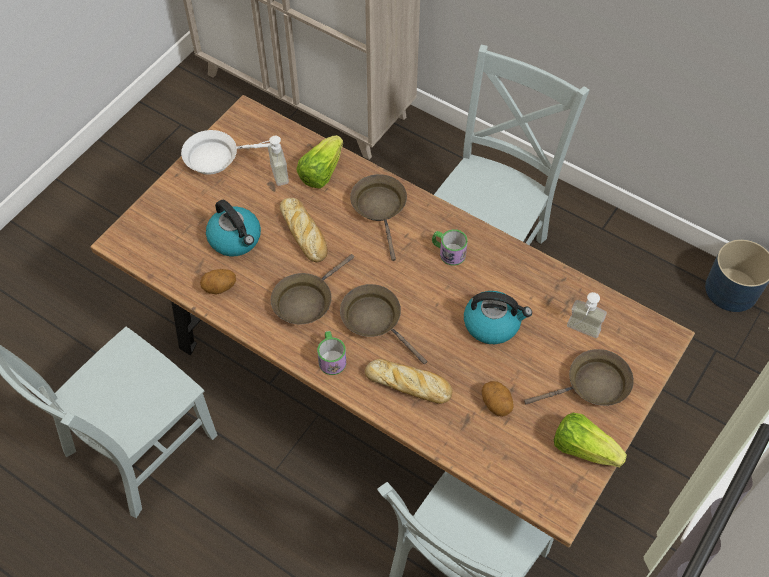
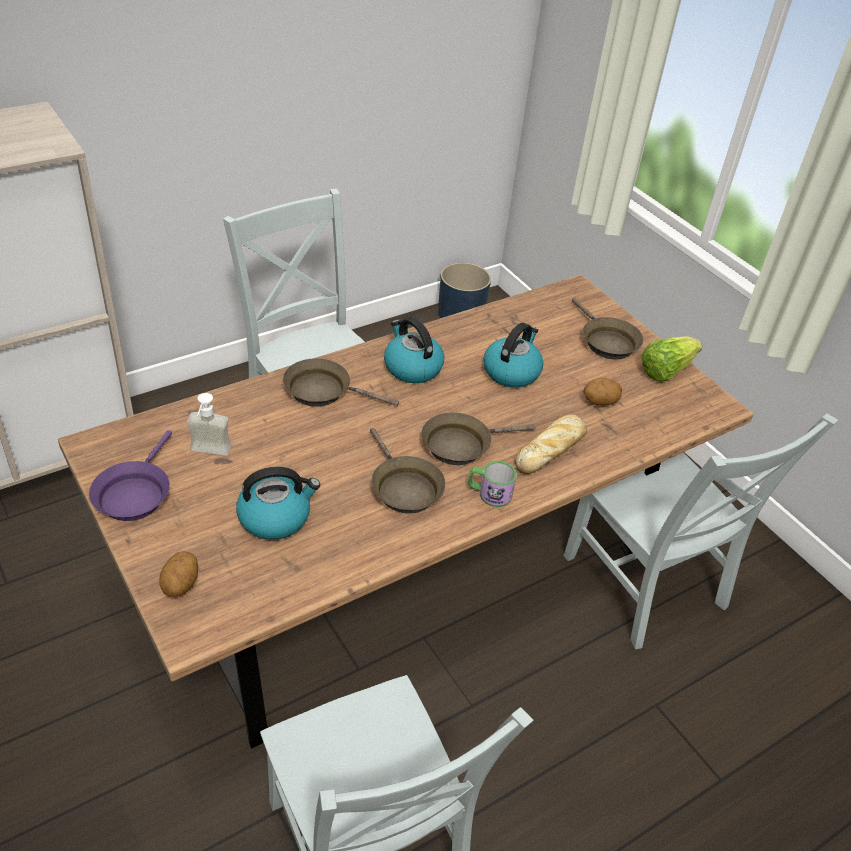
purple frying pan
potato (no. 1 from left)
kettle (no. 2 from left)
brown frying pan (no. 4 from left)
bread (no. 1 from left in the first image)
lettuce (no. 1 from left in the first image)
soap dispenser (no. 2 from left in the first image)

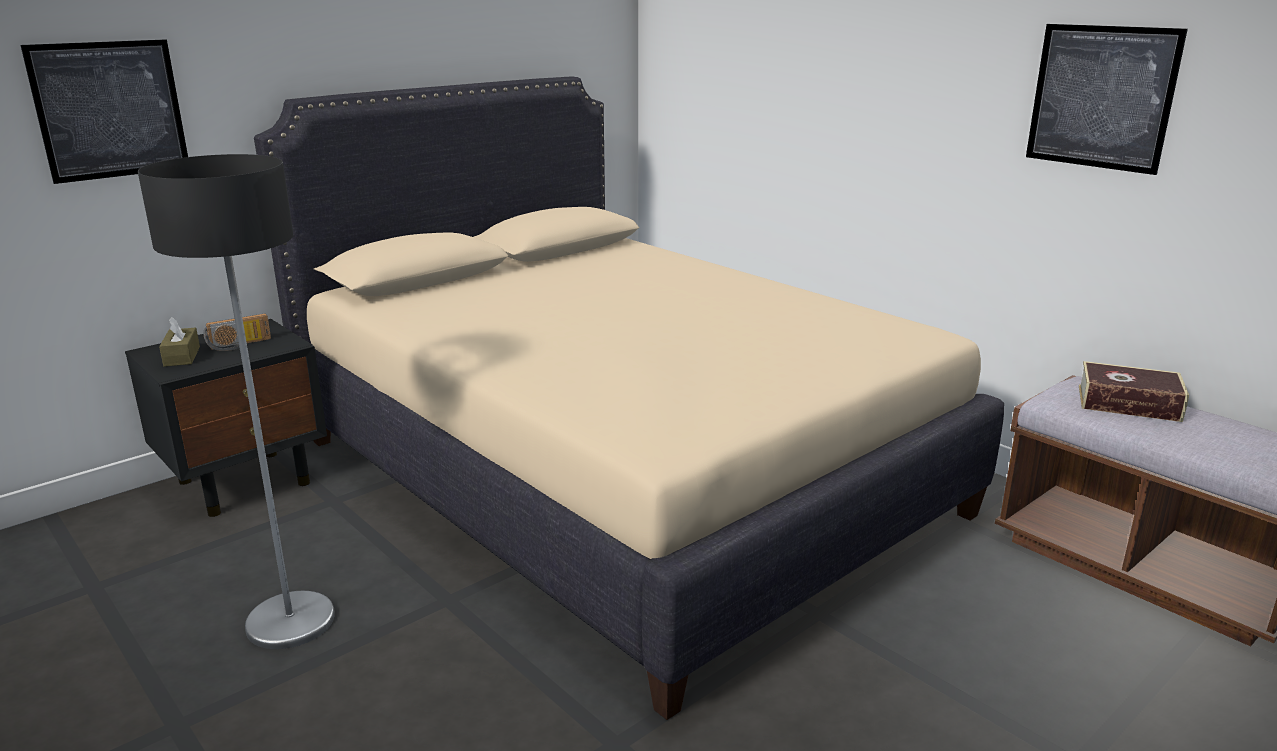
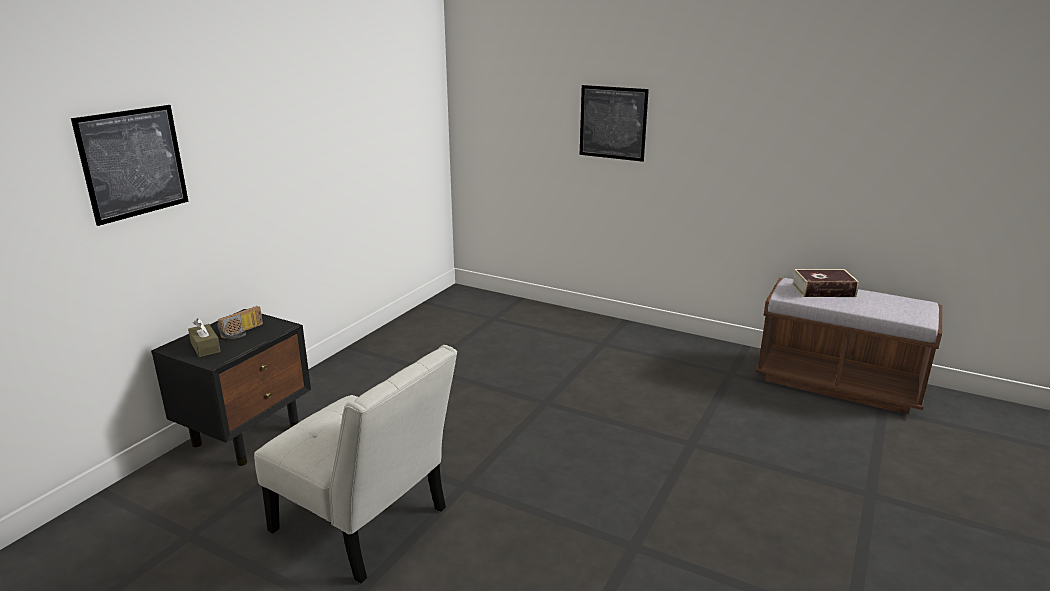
white chair
picture (no. 2 from left)
beige bed

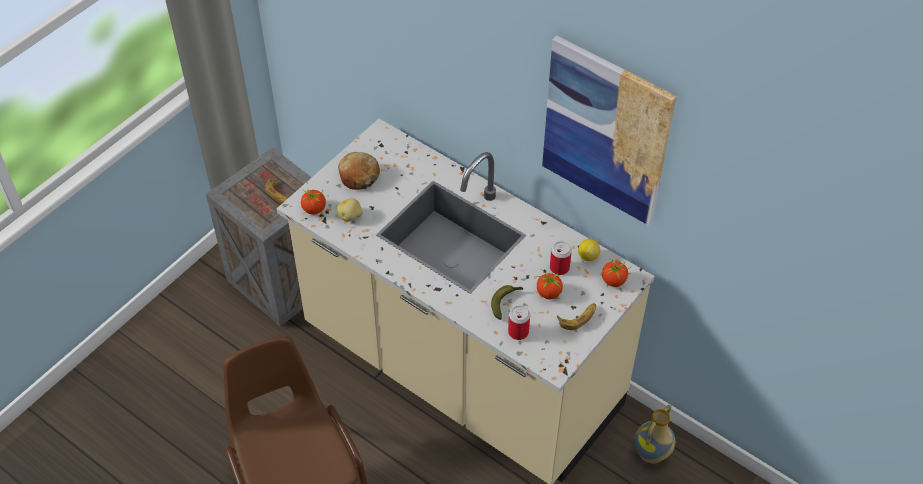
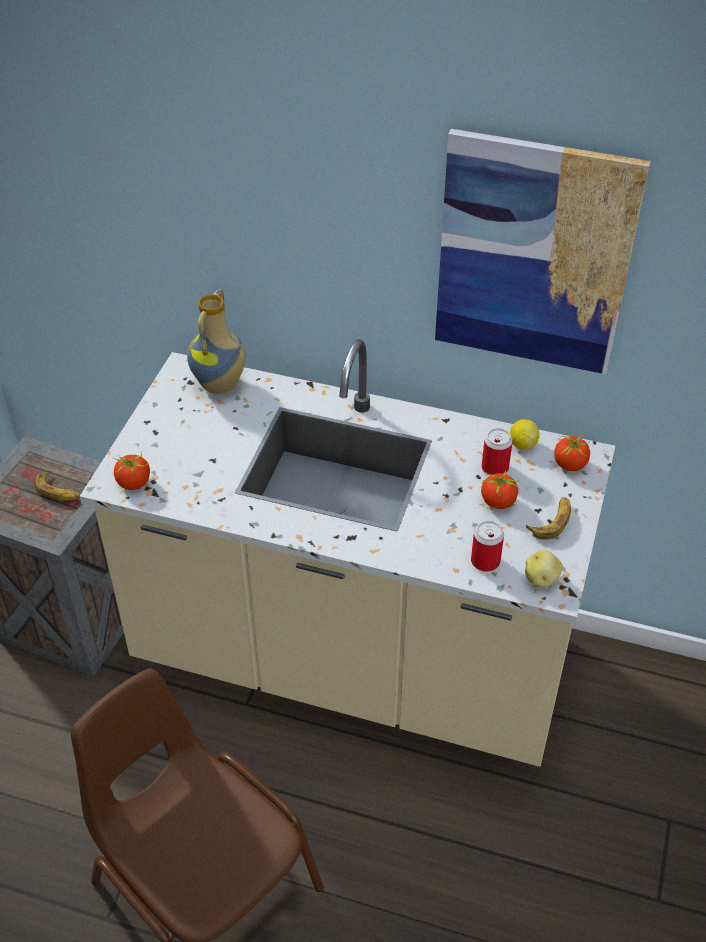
vase
potato
bread
banana (no. 2 from left in the first image)

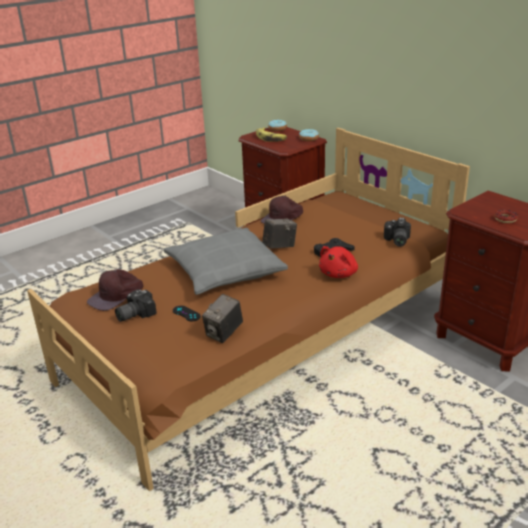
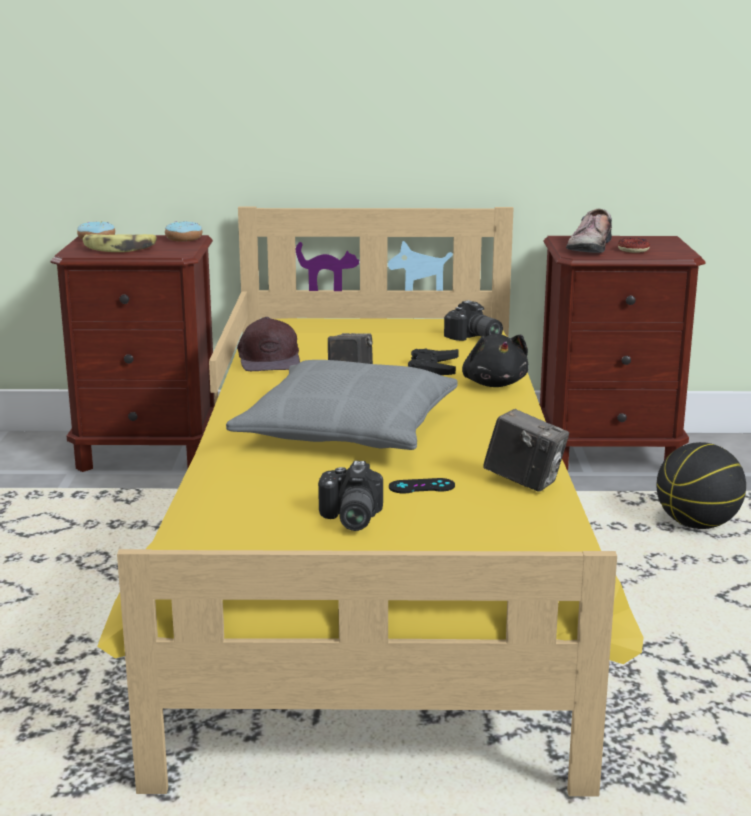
yellow bed
black plush toy
photo camera (no. 4 from left)
shoe
basketball
brown cap (no. 1 from left in the first image)

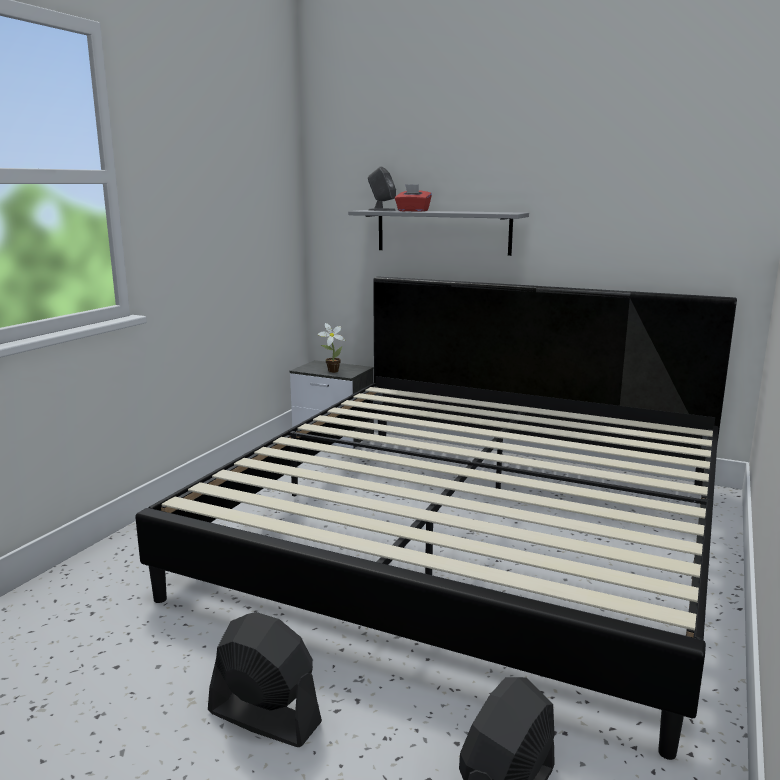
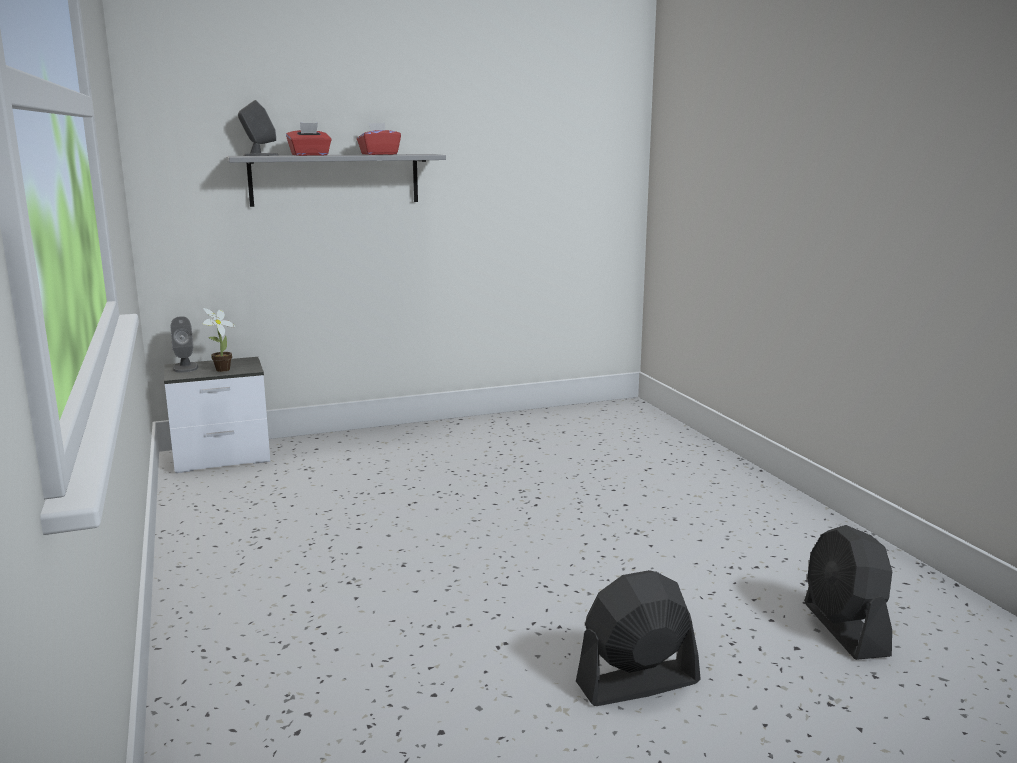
grey speaker (no. 1 from left)
red tissue box (no. 2 from left)
bed

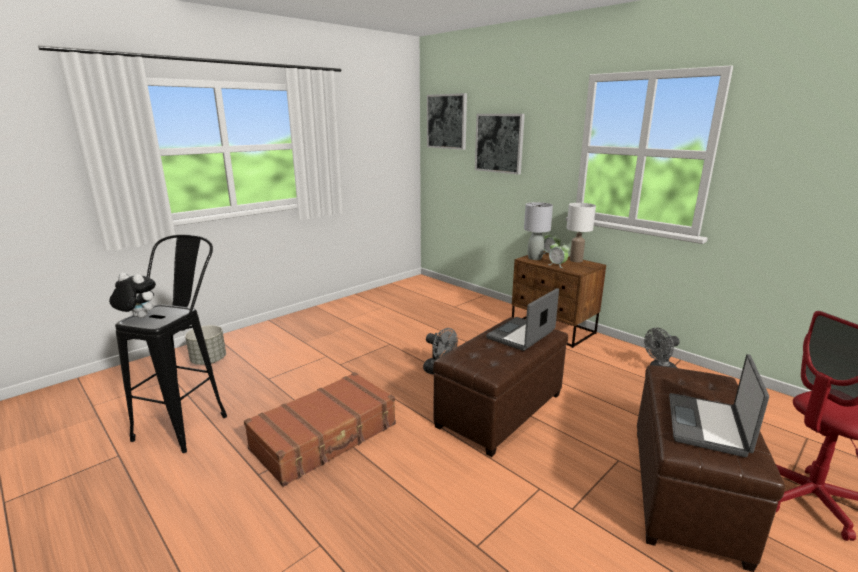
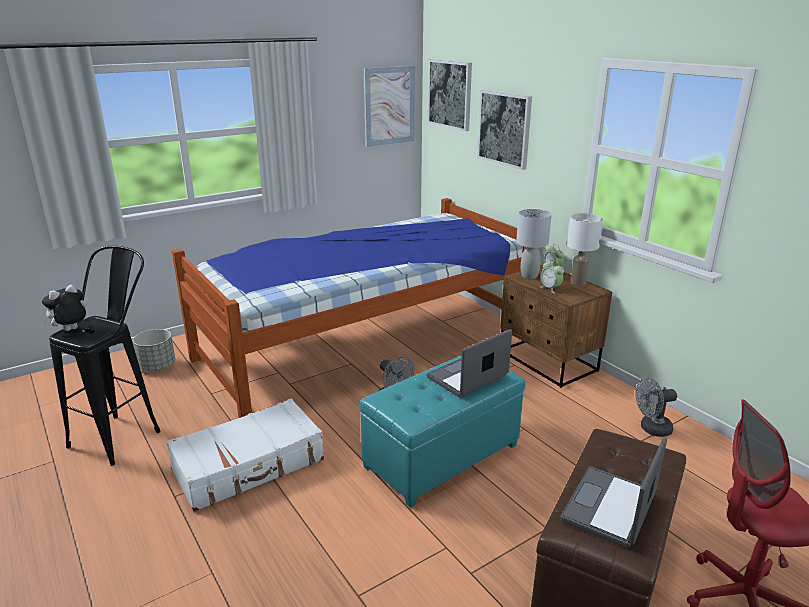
plush toy
white suitcase
bed
turquoise ottoman
picture (no. 1 from left)

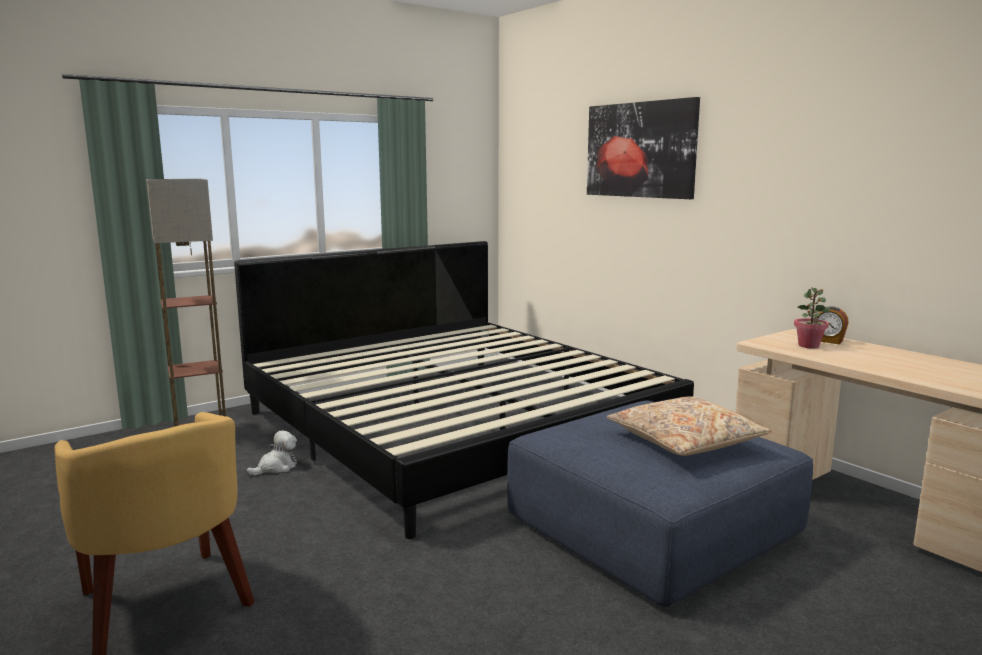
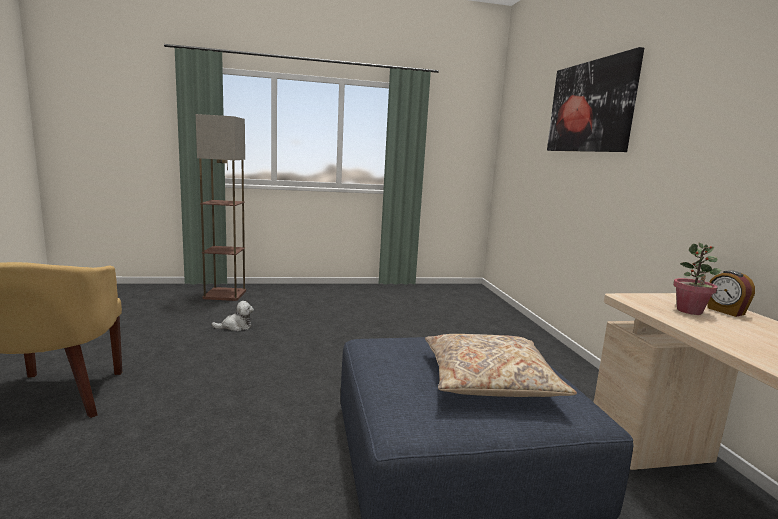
bed

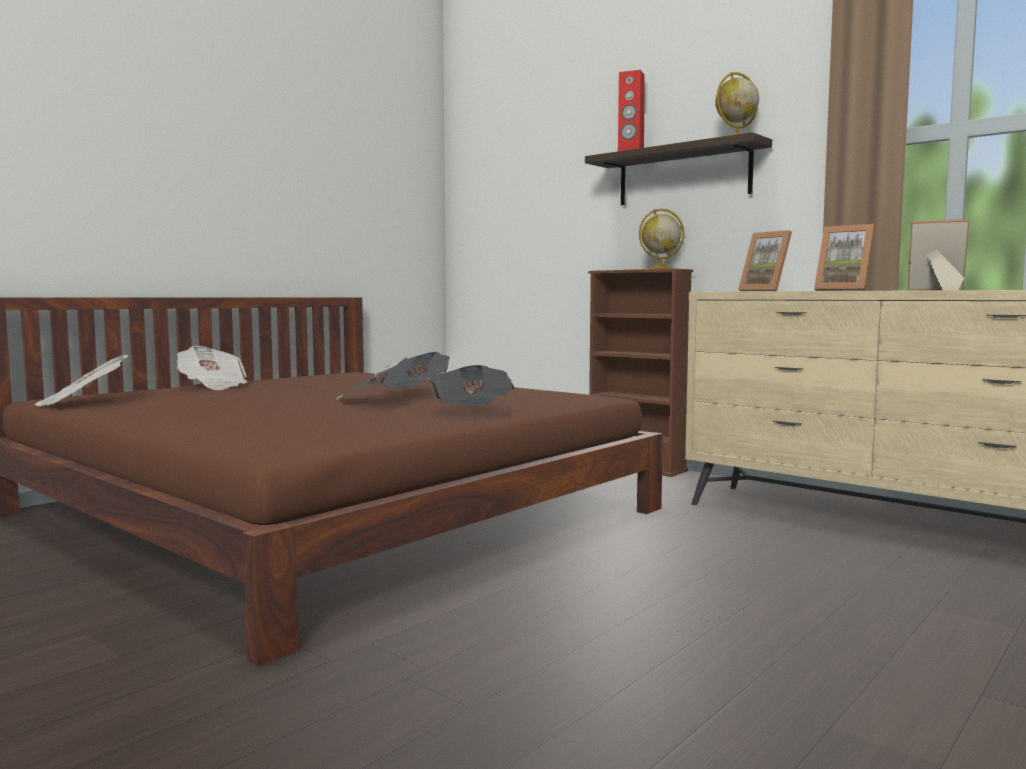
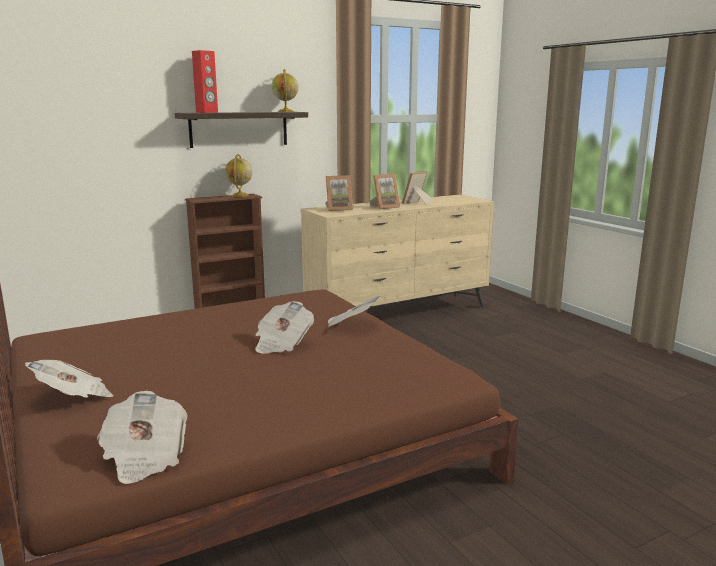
newspaper (no. 4 from left in the first image)

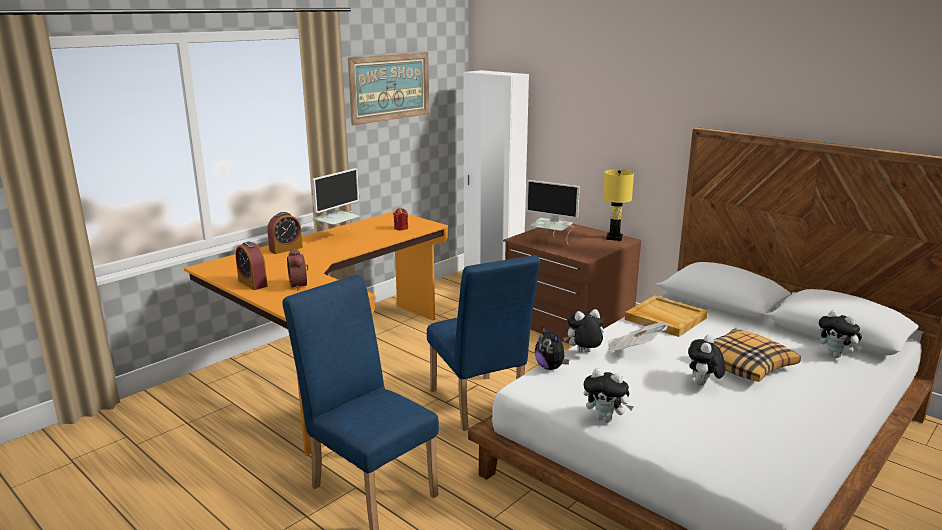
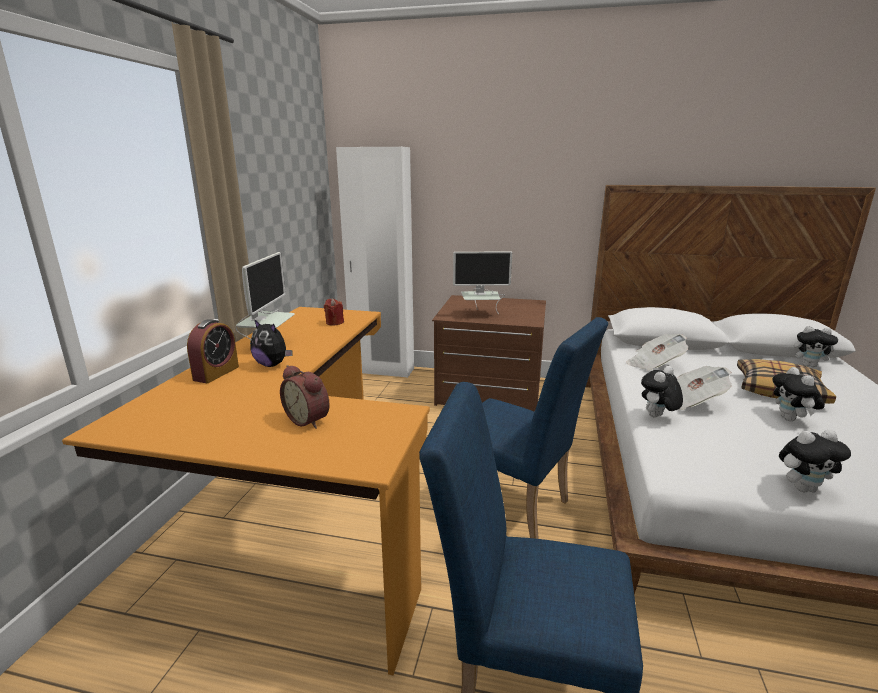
plush toy (no. 1 from left)
newspaper (no. 1 from left)
alarm clock (no. 1 from left in the first image)
picture
yellow table lamp

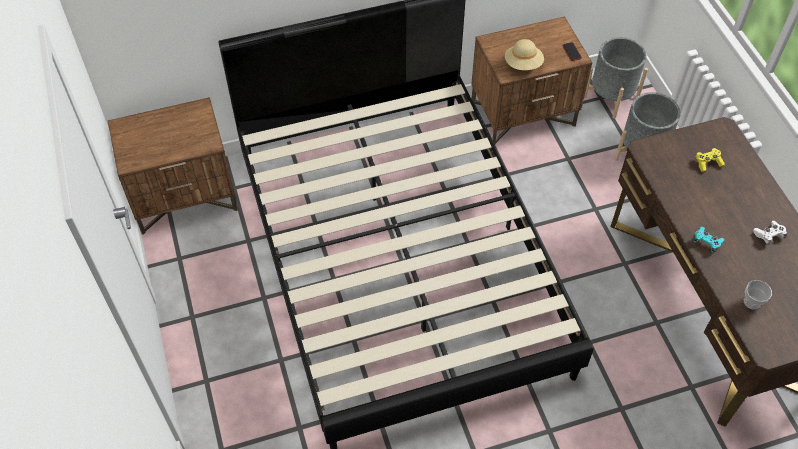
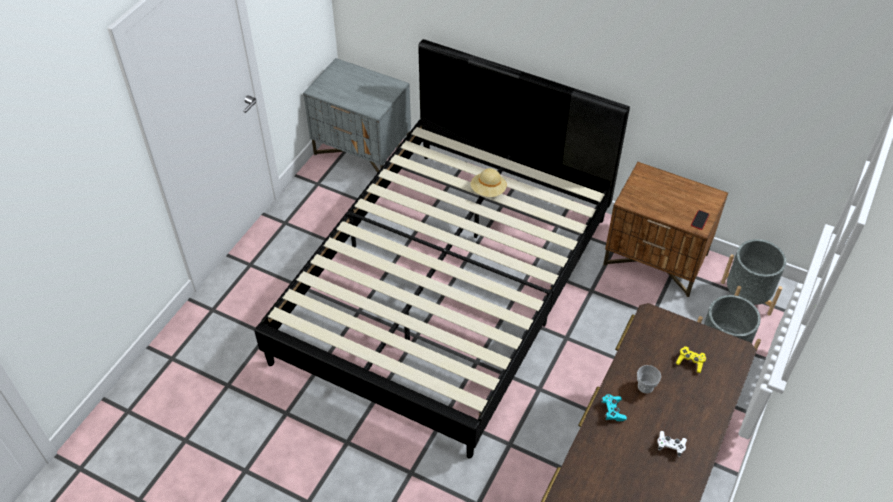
grey nightstand
beige hat
cup

